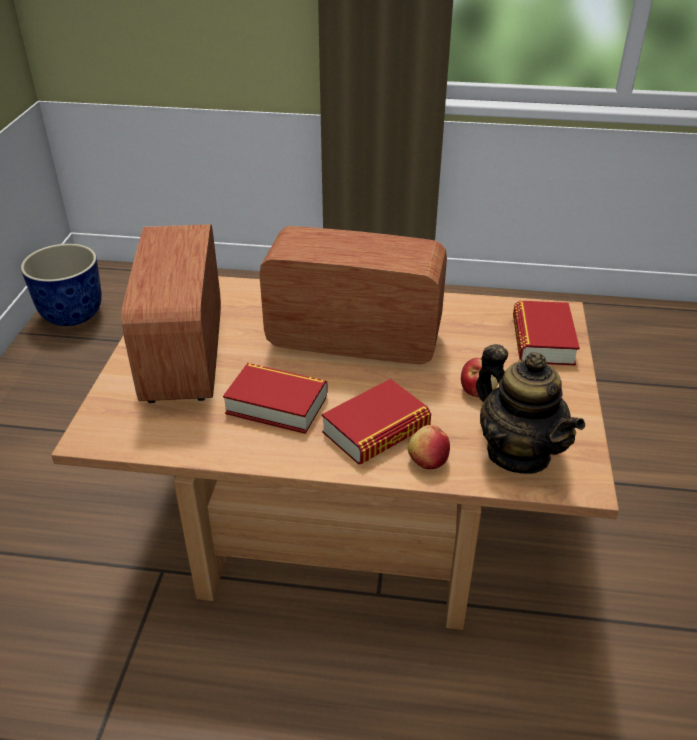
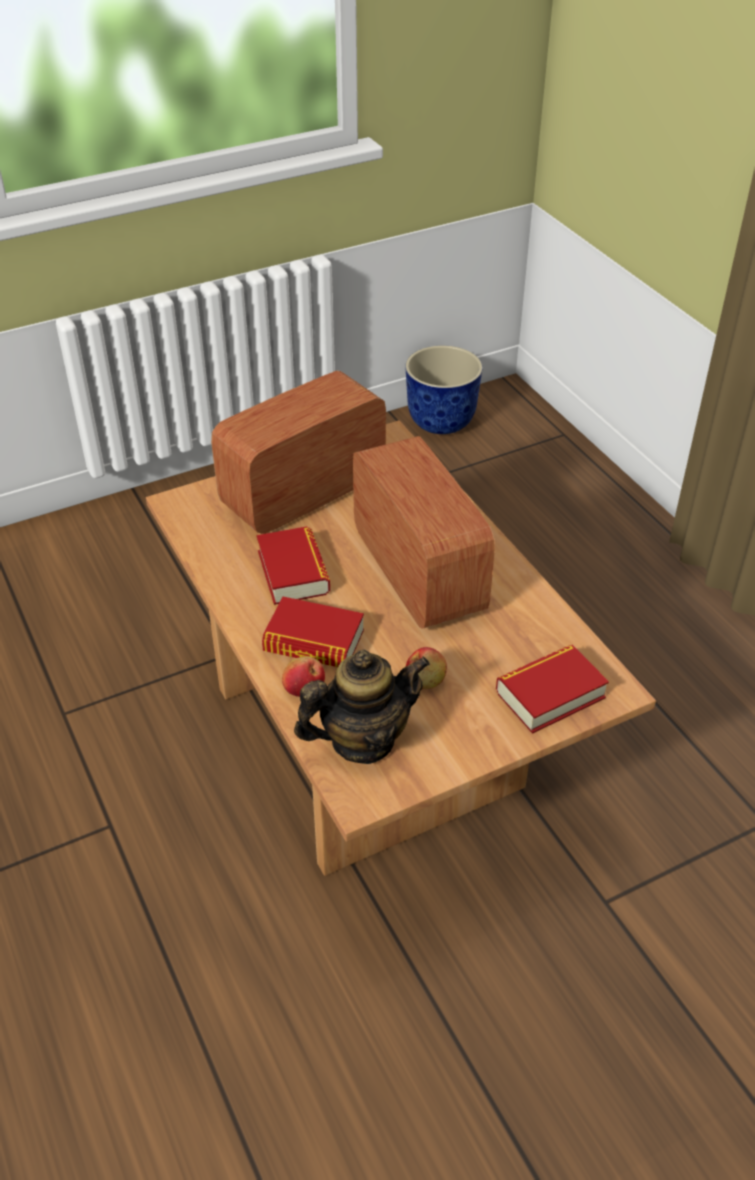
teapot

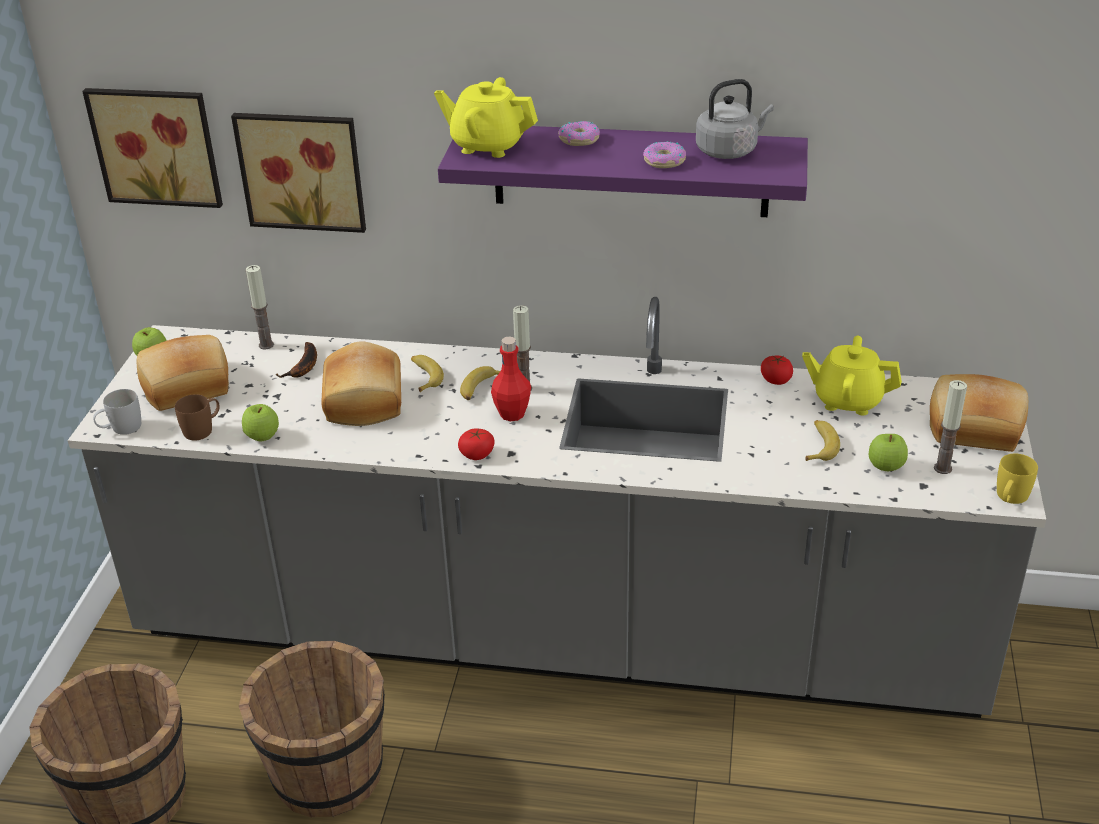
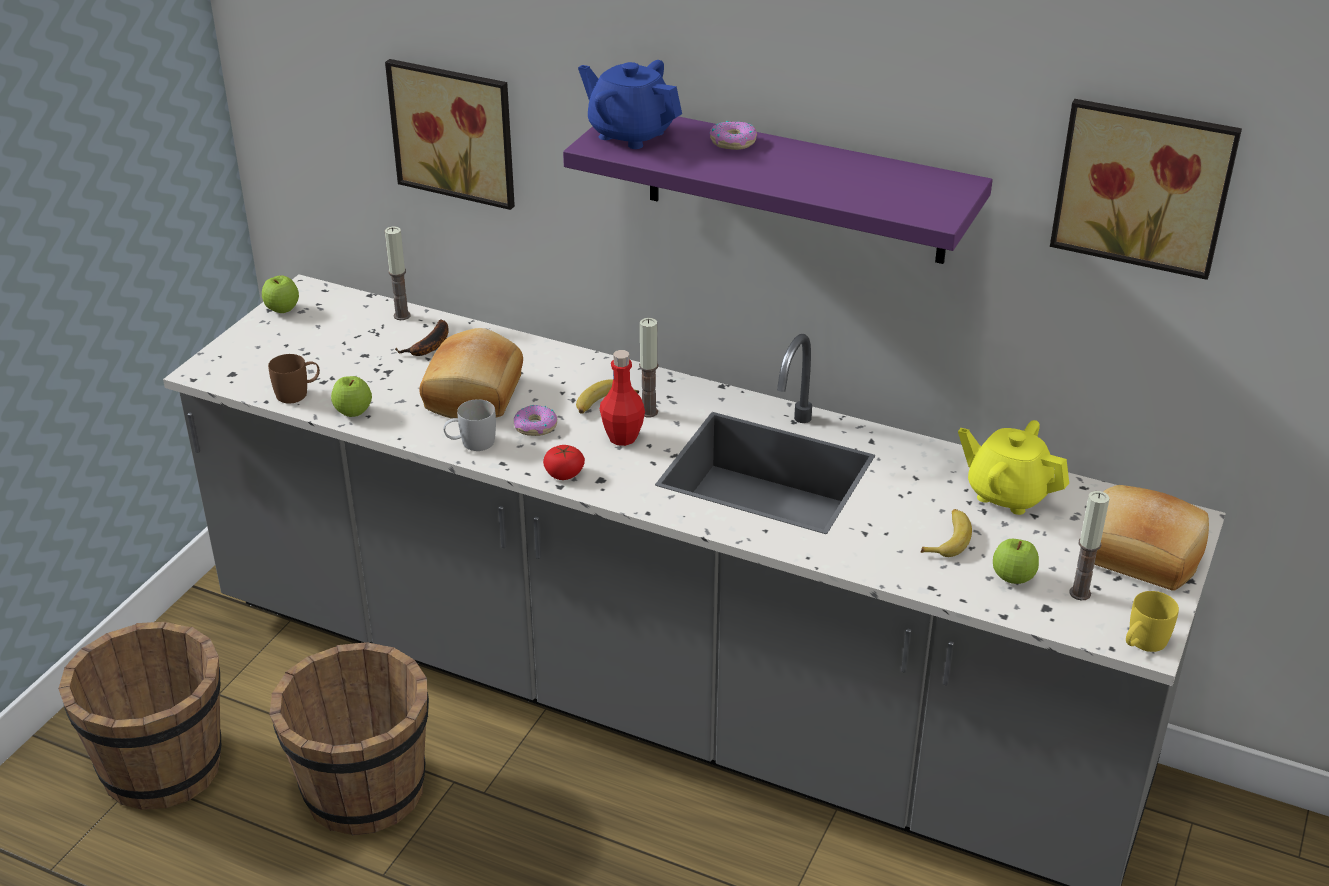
white mug
donut (no. 1 from left)
blue teapot
picture (no. 2 from left)
bread (no. 1 from left in the first image)
banana (no. 2 from left in the first image)
grey kettle
tomato (no. 2 from left in the first image)

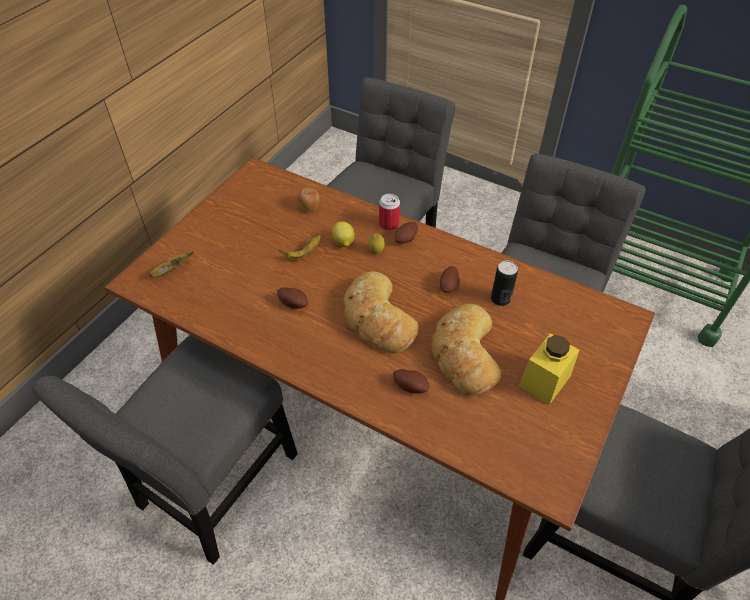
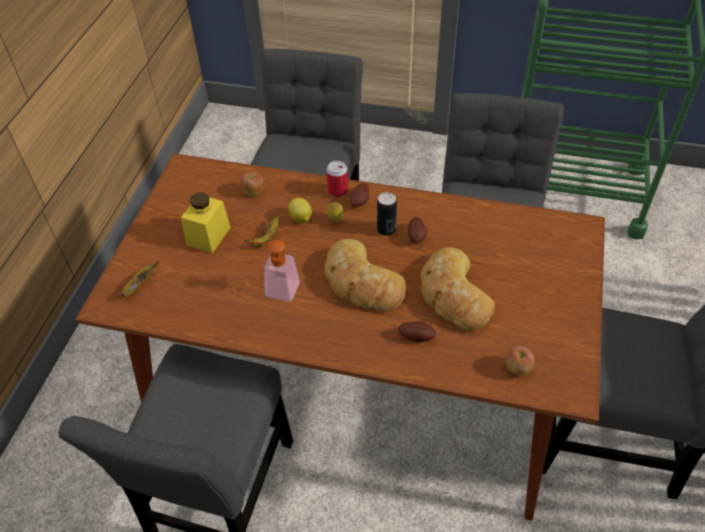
yellow jar
soap dispenser
can (no. 2 from left)
apple (no. 2 from left)

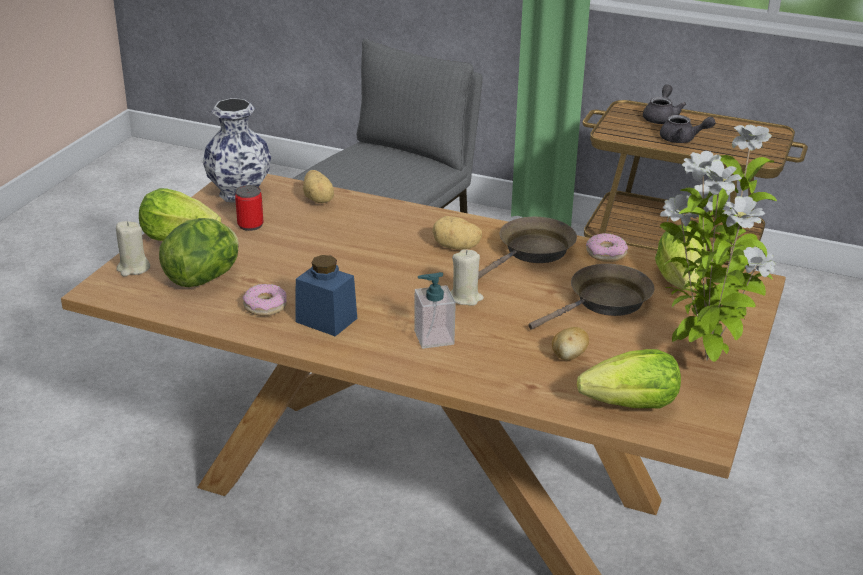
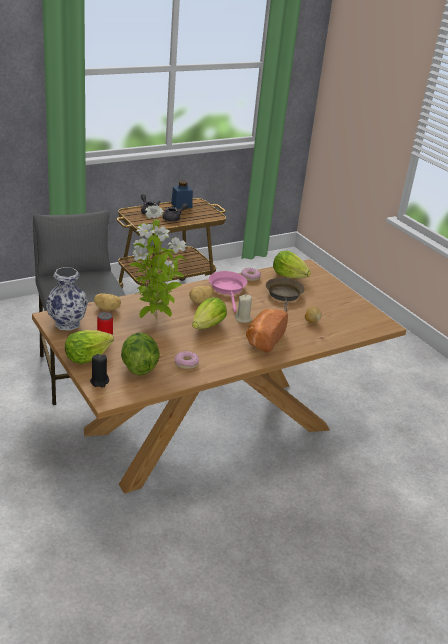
black candle
potted plant
blue jar
lettuce (no. 3 from left)
pink frying pan
bread

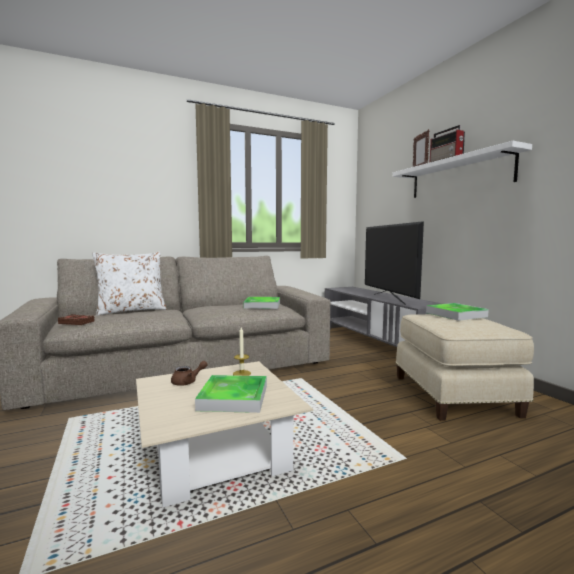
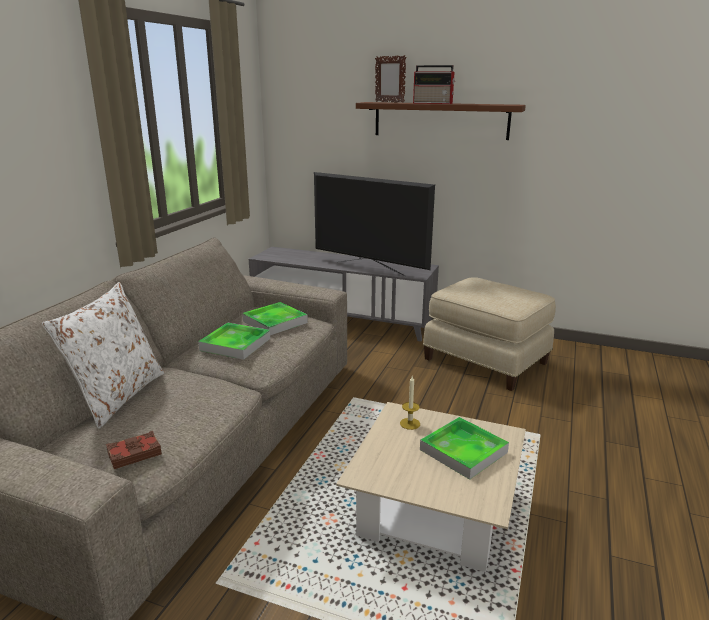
tray (no. 1 from left)
brown shelf
brown teapot

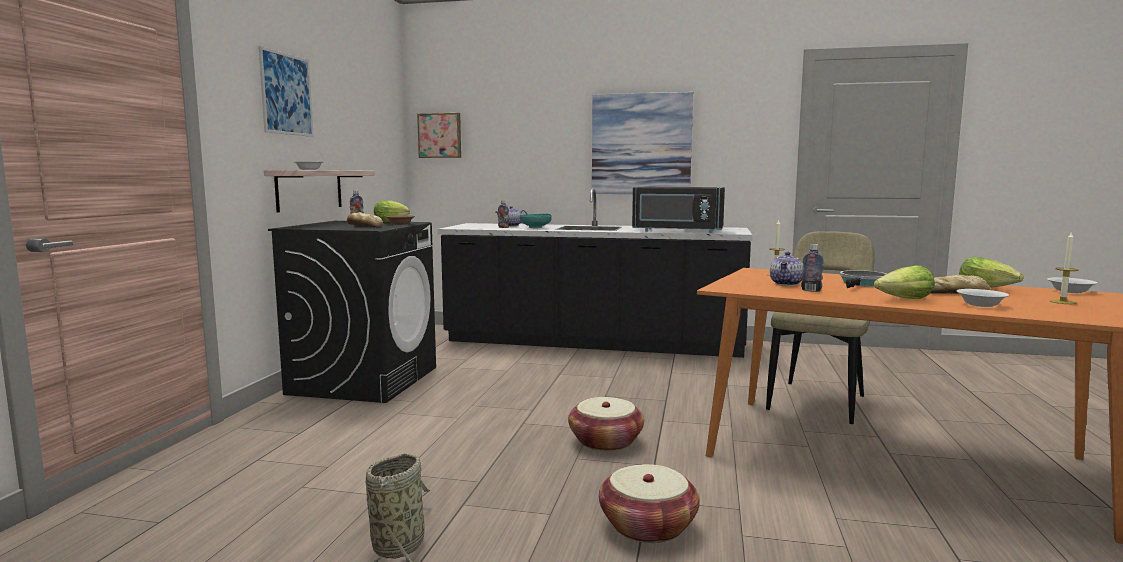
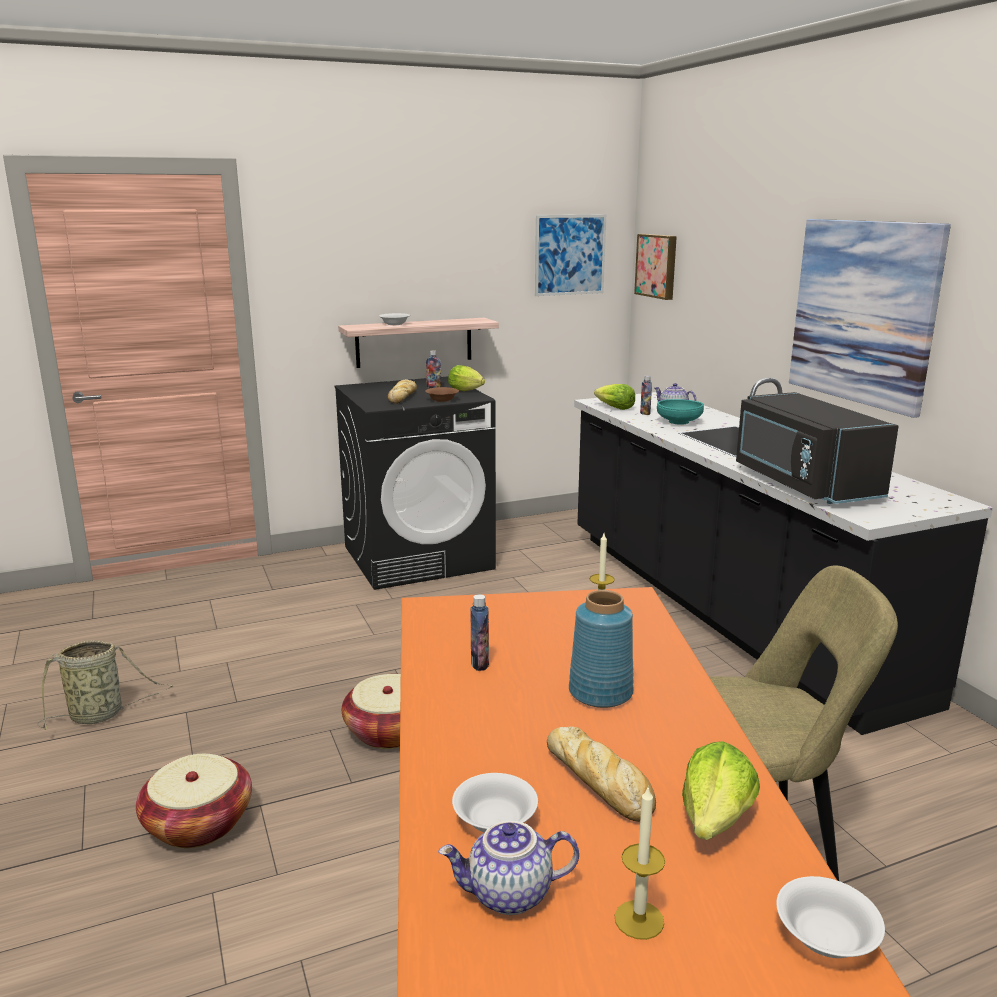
teapot (no. 1 from left)
picture (no. 1 from left)
blue vase
lettuce (no. 2 from left)

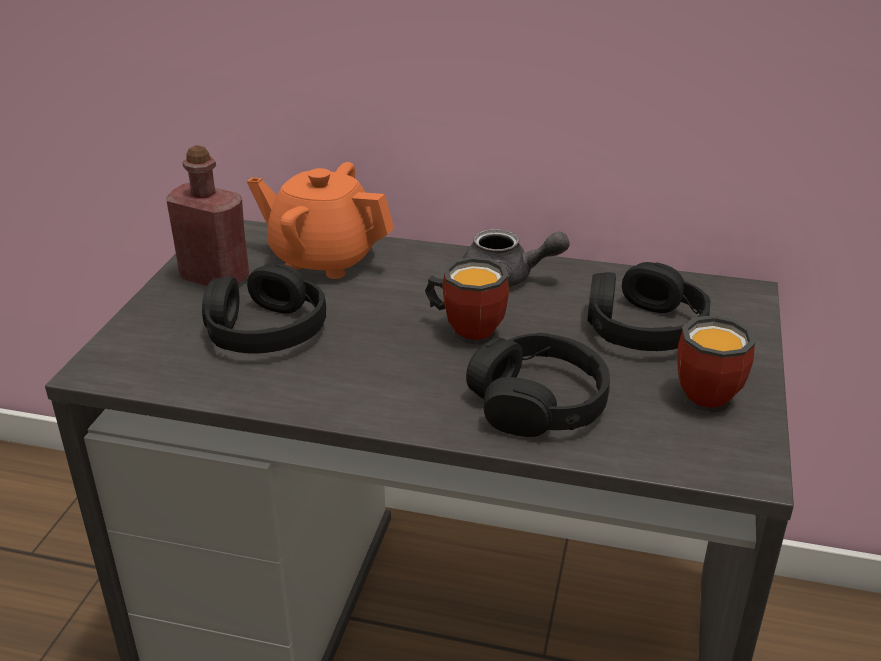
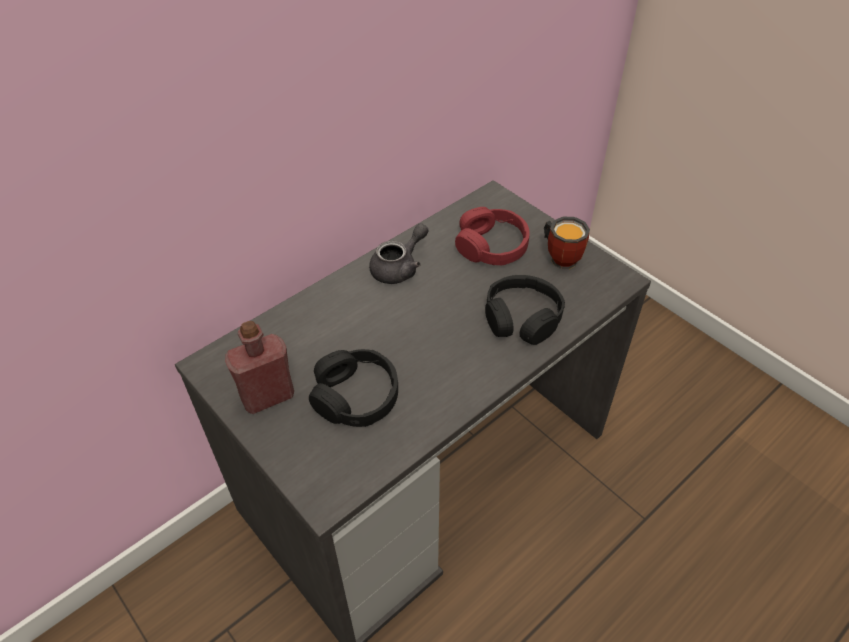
red headphones
orange teapot
mug (no. 1 from left in the first image)

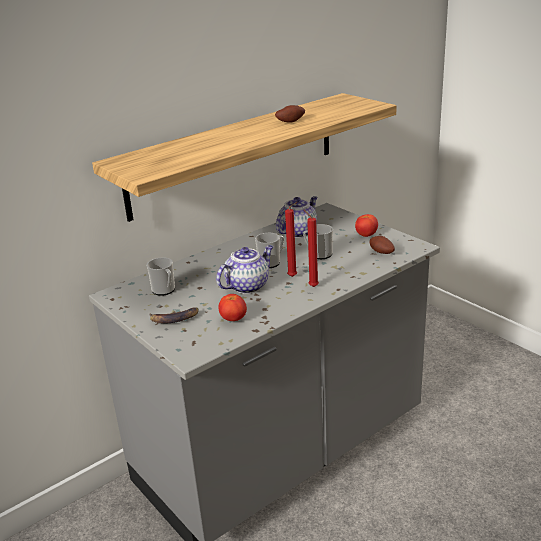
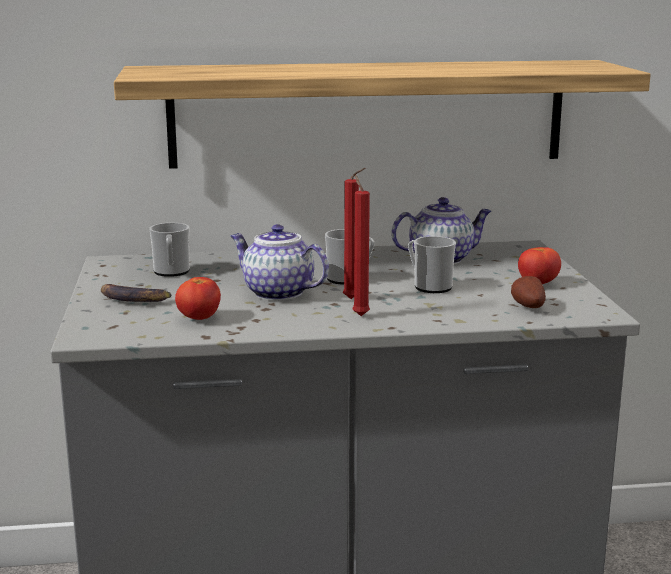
teapot (no. 1 from left)
potato (no. 1 from left in the first image)

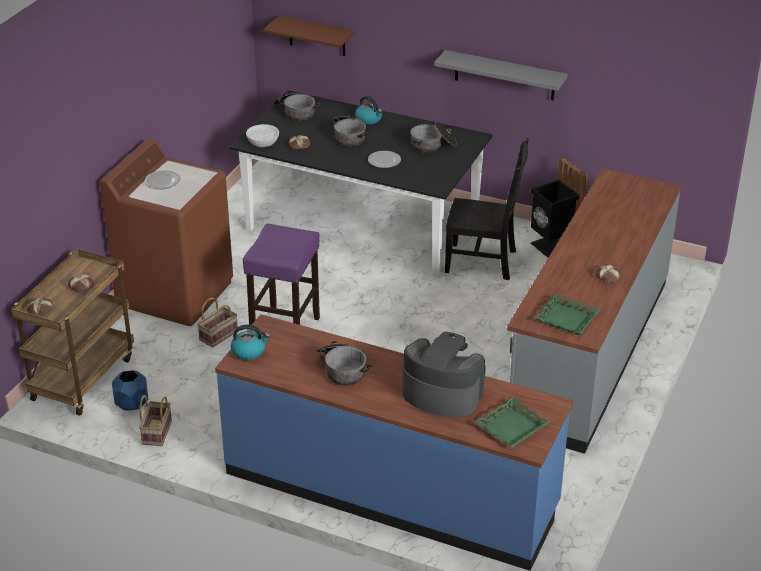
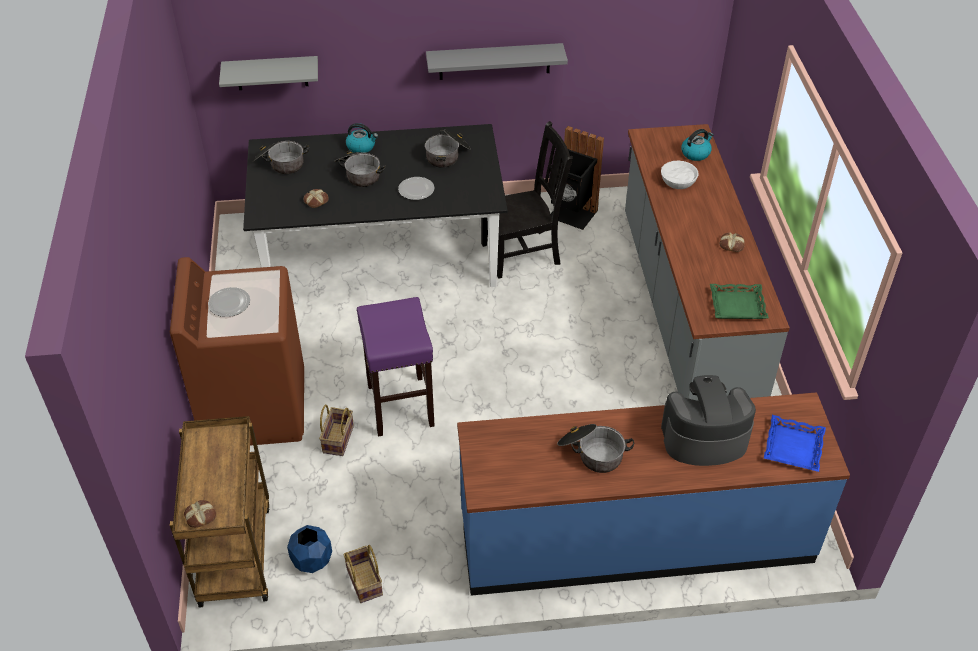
grey shelf (no. 1 from left)
white bowl
kettle (no. 2 from left)
blue tray
bread (no. 2 from left in the first image)

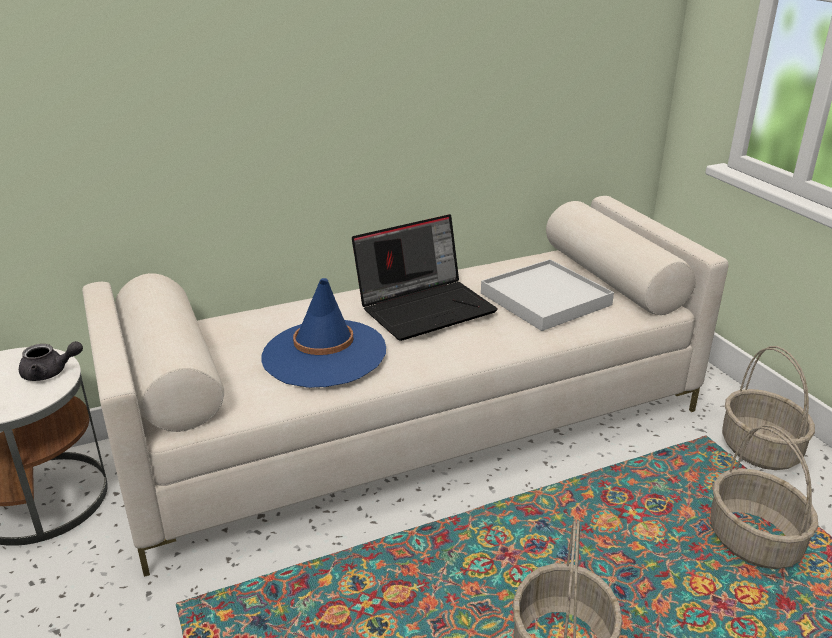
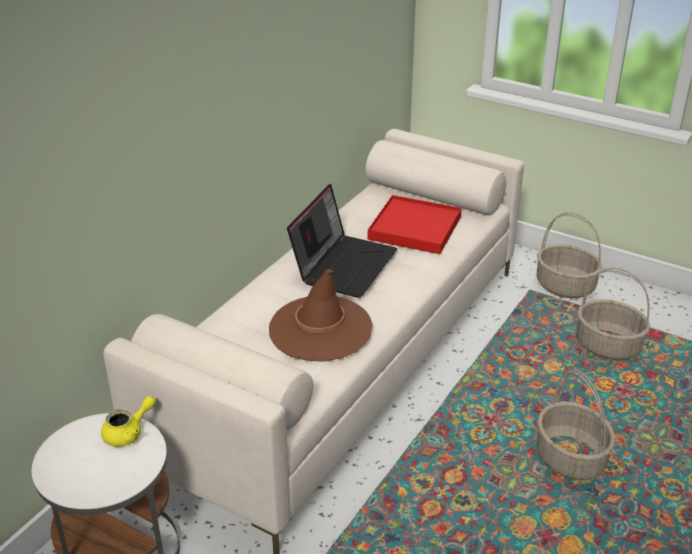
yellow teapot
brown hat
red tray

